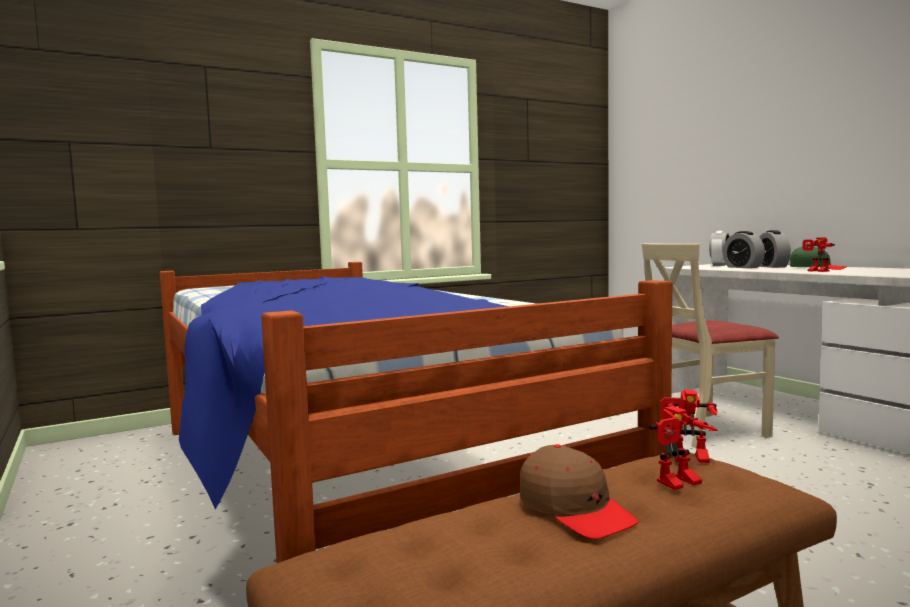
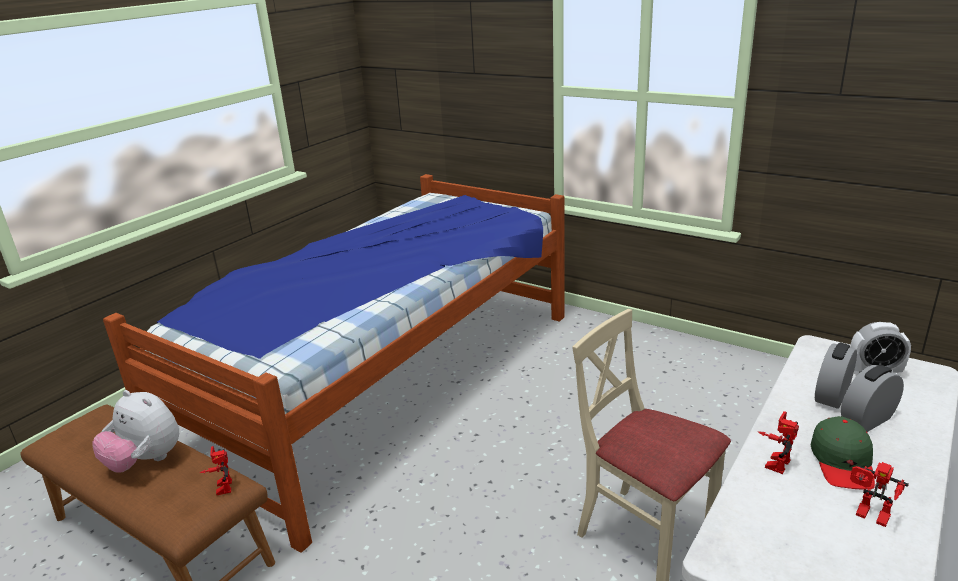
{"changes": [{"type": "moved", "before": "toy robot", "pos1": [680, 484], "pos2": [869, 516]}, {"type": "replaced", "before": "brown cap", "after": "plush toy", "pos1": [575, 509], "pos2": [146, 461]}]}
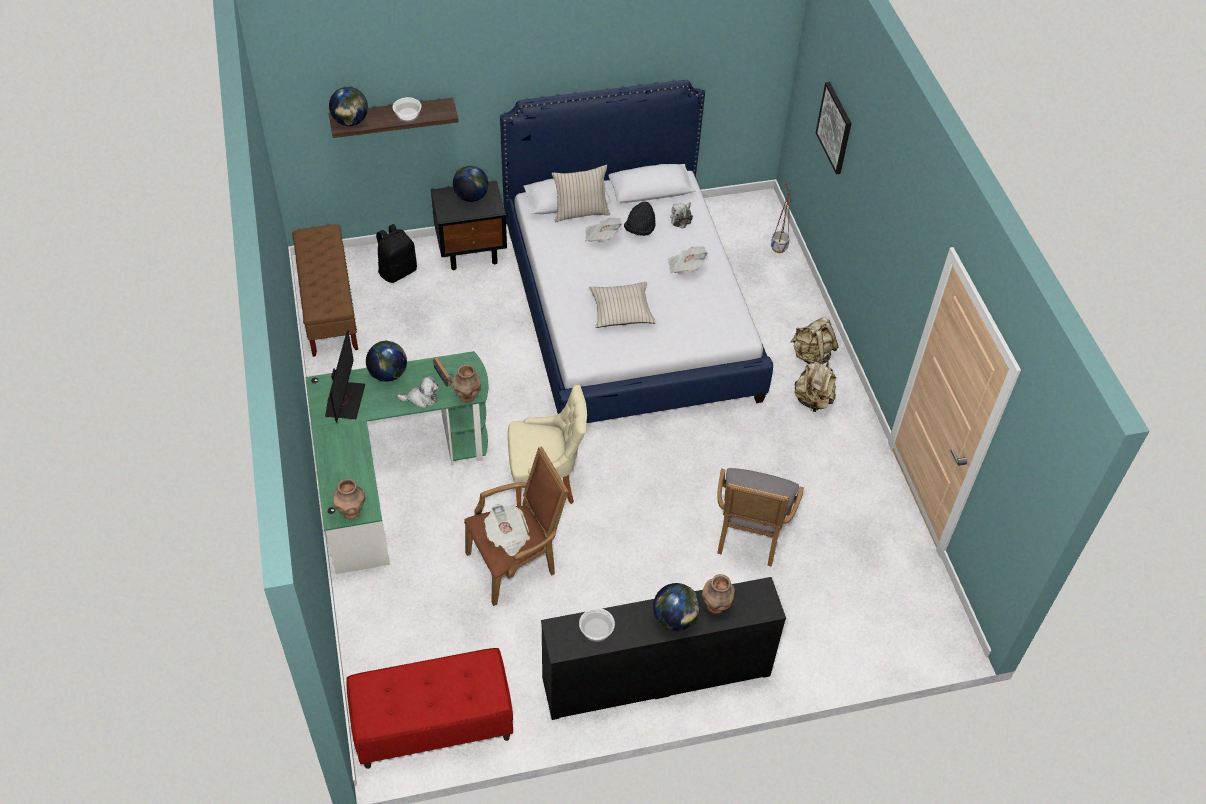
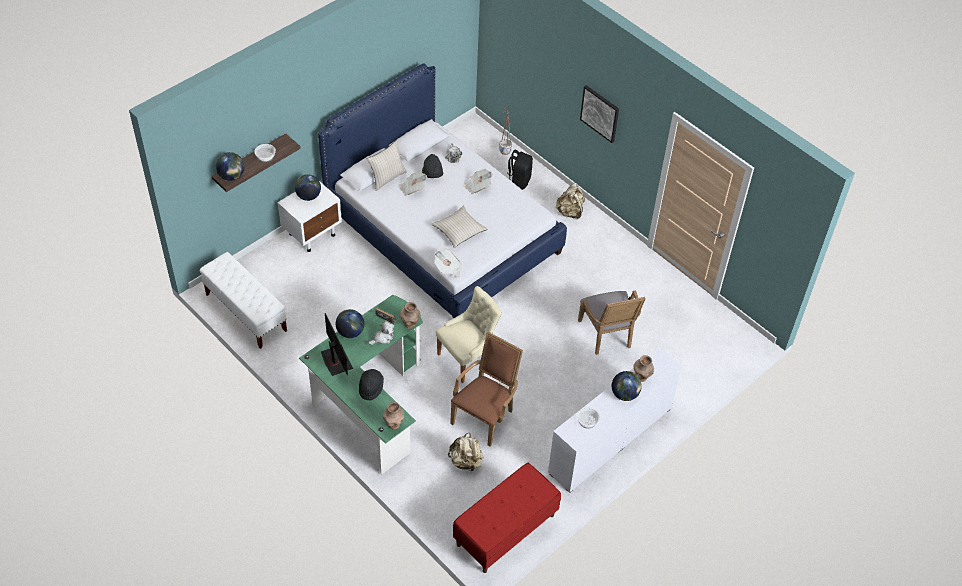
{"changes": [{"type": "added", "after": "black hat", "pos2": [371, 388]}, {"type": "moved", "before": "black backpack", "pos1": [397, 271], "pos2": [518, 181]}, {"type": "moved", "before": "newspaper", "pos1": [507, 536], "pos2": [448, 268]}, {"type": "moved", "before": "beige backpack", "pos1": [813, 400], "pos2": [466, 461]}, {"type": "moved", "before": "picture", "pos1": [835, 128], "pos2": [600, 113]}, {"type": "recoloured", "before": "brown bench", "after": "white bench", "pos1": [329, 308], "pos2": [246, 312]}, {"type": "recoloured", "before": "black nightstand", "after": "white nightstand", "pos1": [472, 251], "pos2": [312, 234]}, {"type": "recoloured", "before": "black dresser", "after": "white dresser", "pos1": [656, 676], "pos2": [609, 440]}]}
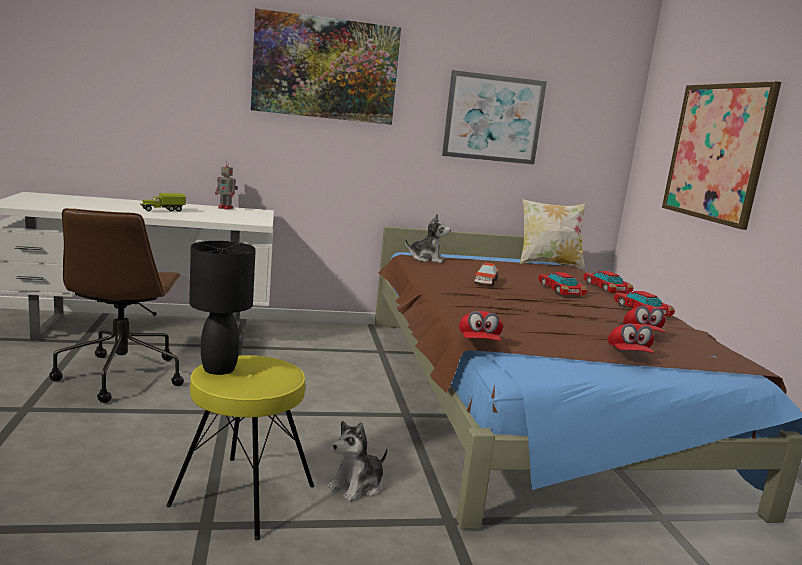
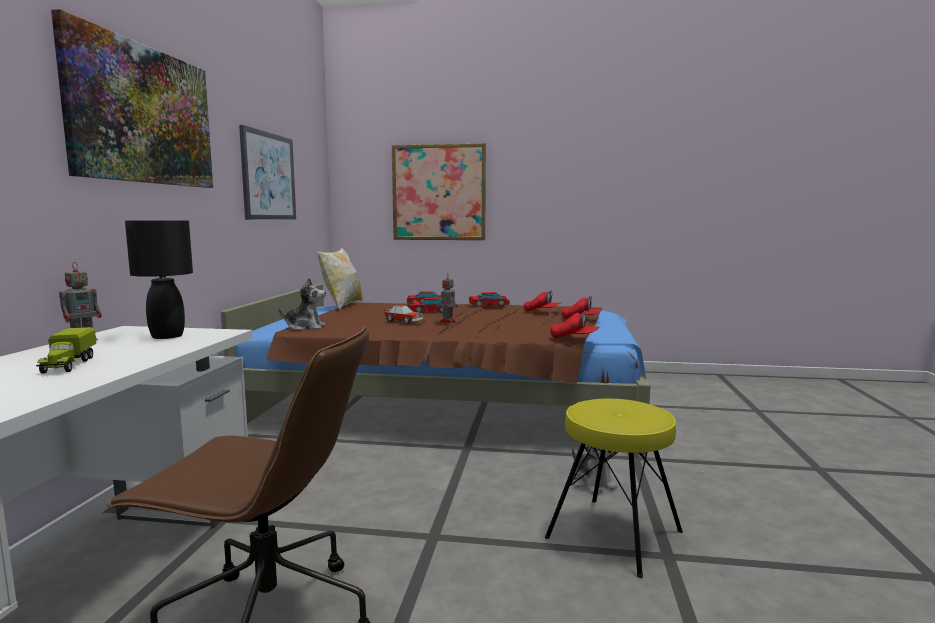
{"changes": [{"type": "added", "after": "toy robot", "pos2": [448, 321]}, {"type": "moved", "before": "black table lamp", "pos1": [219, 369], "pos2": [166, 336]}, {"type": "turned", "before": "plush toy", "pos1": [426, 259], "pos2": [305, 327], "turn": 60}]}
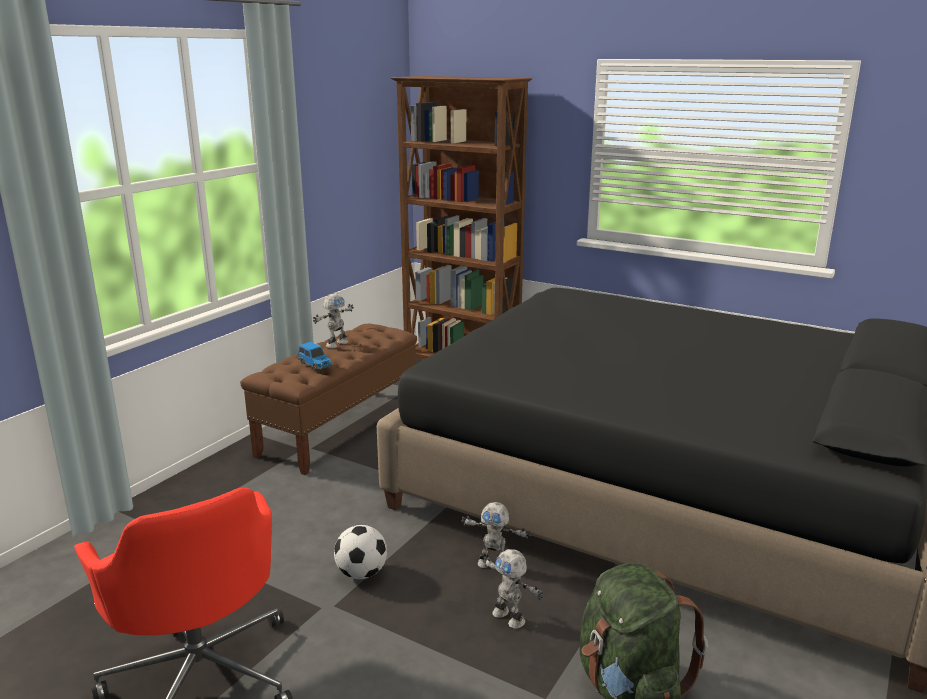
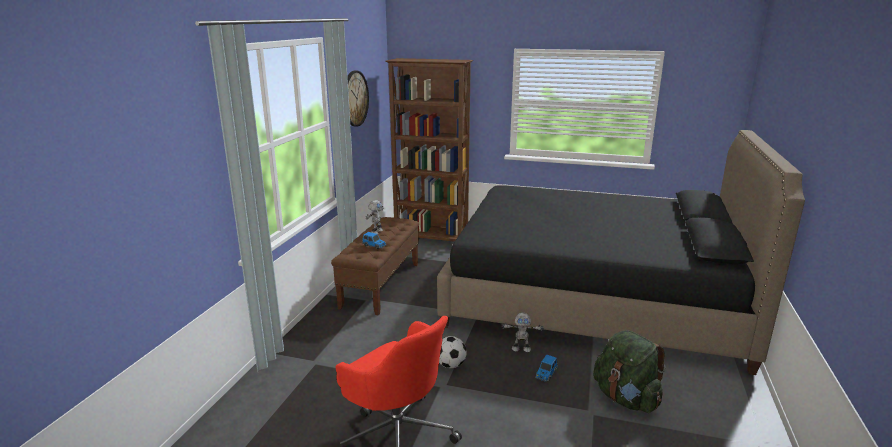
{"changes": [{"type": "added", "after": "wall clock", "pos2": [355, 98]}, {"type": "replaced", "before": "toy robot", "after": "toy car", "pos1": [509, 617], "pos2": [546, 374]}]}
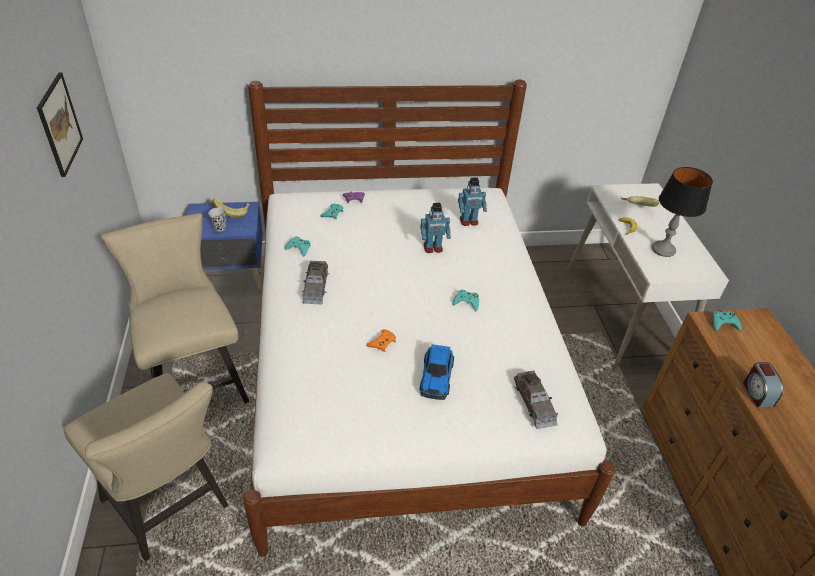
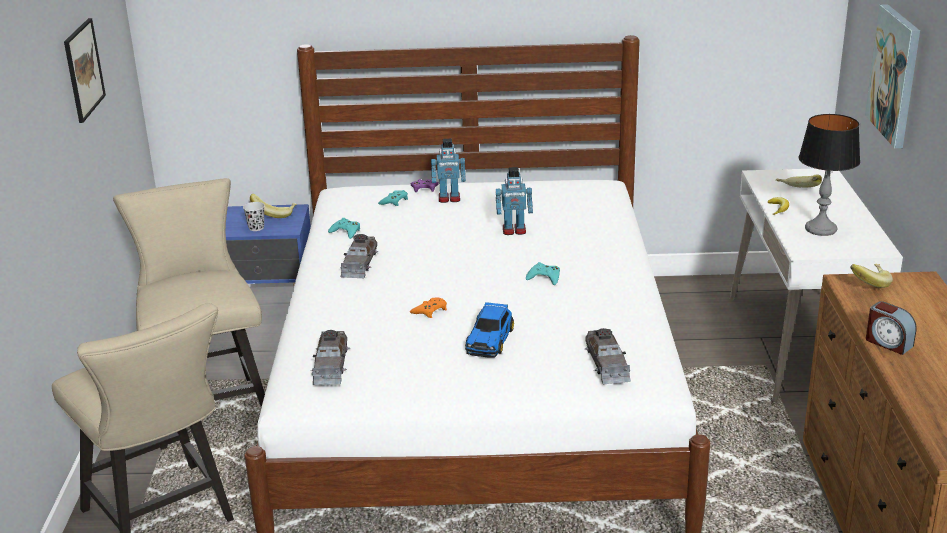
{"changes": [{"type": "added", "after": "grey toy car", "pos2": [330, 365]}, {"type": "added", "after": "picture", "pos2": [895, 75]}, {"type": "moved", "before": "toy robot", "pos1": [469, 221], "pos2": [449, 199]}, {"type": "replaced", "before": "turquoise game controller", "after": "banana", "pos1": [723, 323], "pos2": [867, 284]}, {"type": "turned", "before": "alarm clock", "pos1": [757, 393], "pos2": [888, 343], "turn": -45}]}
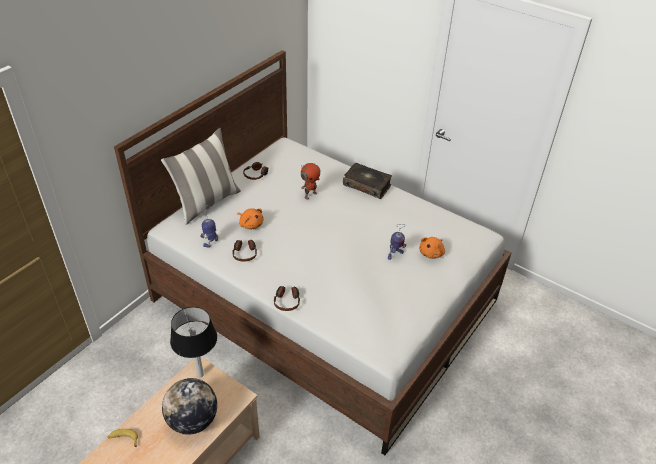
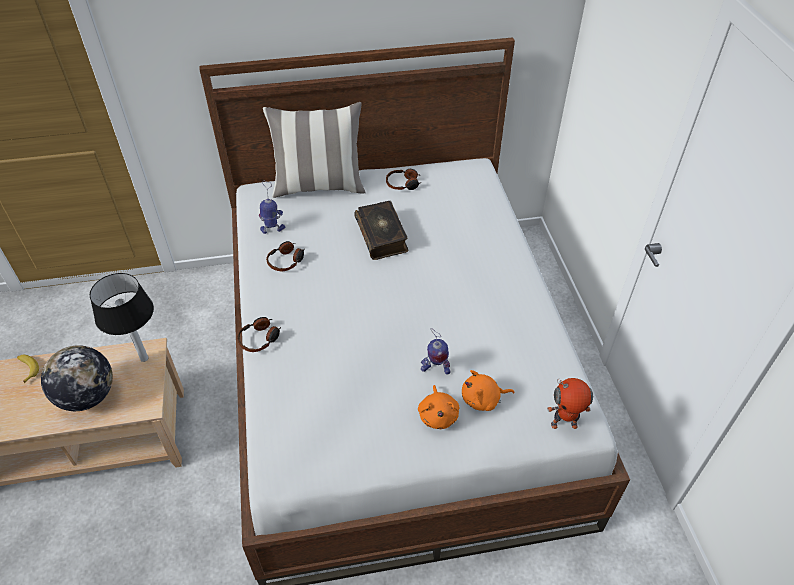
{"changes": [{"type": "moved", "before": "orange plush toy", "pos1": [251, 224], "pos2": [438, 415]}, {"type": "moved", "before": "toy robot", "pos1": [310, 195], "pos2": [564, 423]}, {"type": "moved", "before": "book", "pos1": [367, 185], "pos2": [382, 236]}]}
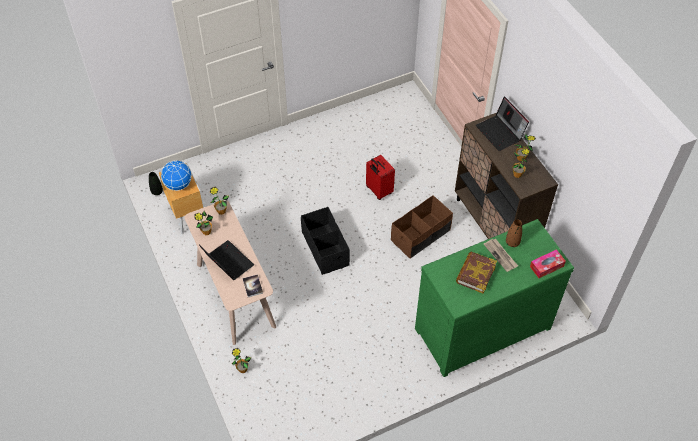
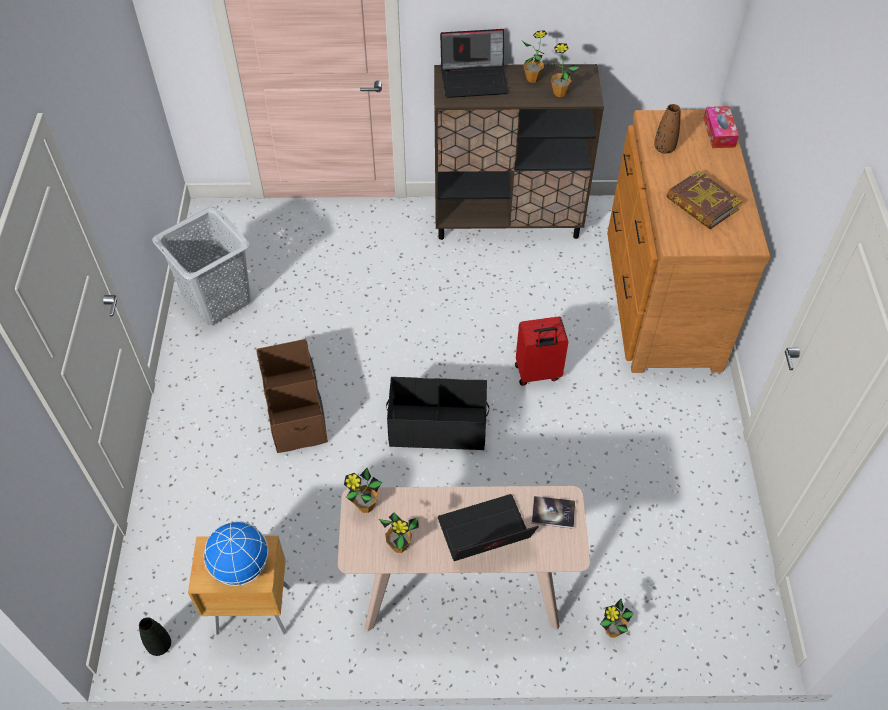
{"changes": [{"type": "removed", "before": "newspaper", "pos1": [501, 255]}, {"type": "added", "after": "grey laundry basket", "pos2": [216, 299]}, {"type": "moved", "before": "red suitcase", "pos1": [378, 191], "pos2": [537, 373]}, {"type": "moved", "before": "brown storage box", "pos1": [420, 235], "pos2": [295, 409]}, {"type": "recoloured", "before": "green dresser", "after": "brown dresser", "pos1": [480, 326], "pos2": [660, 300]}]}
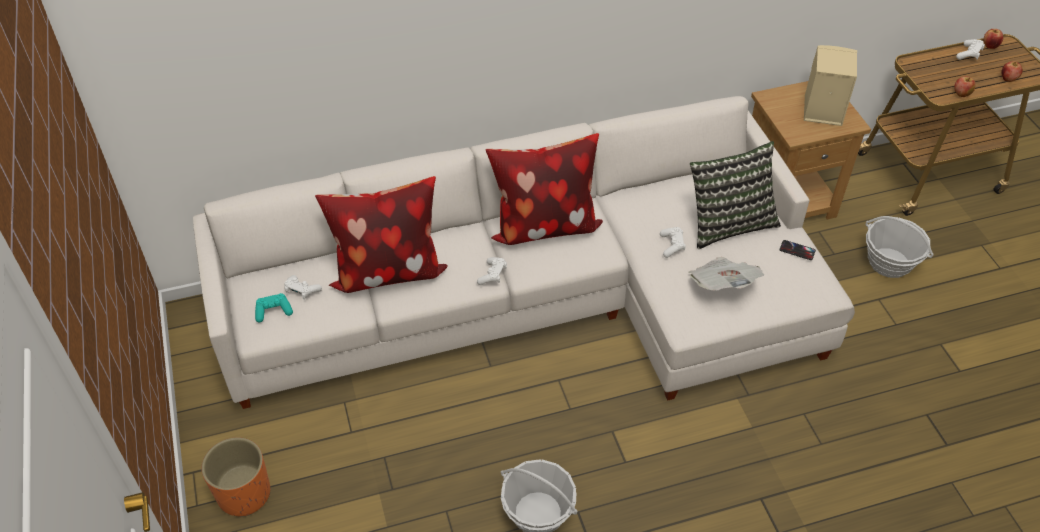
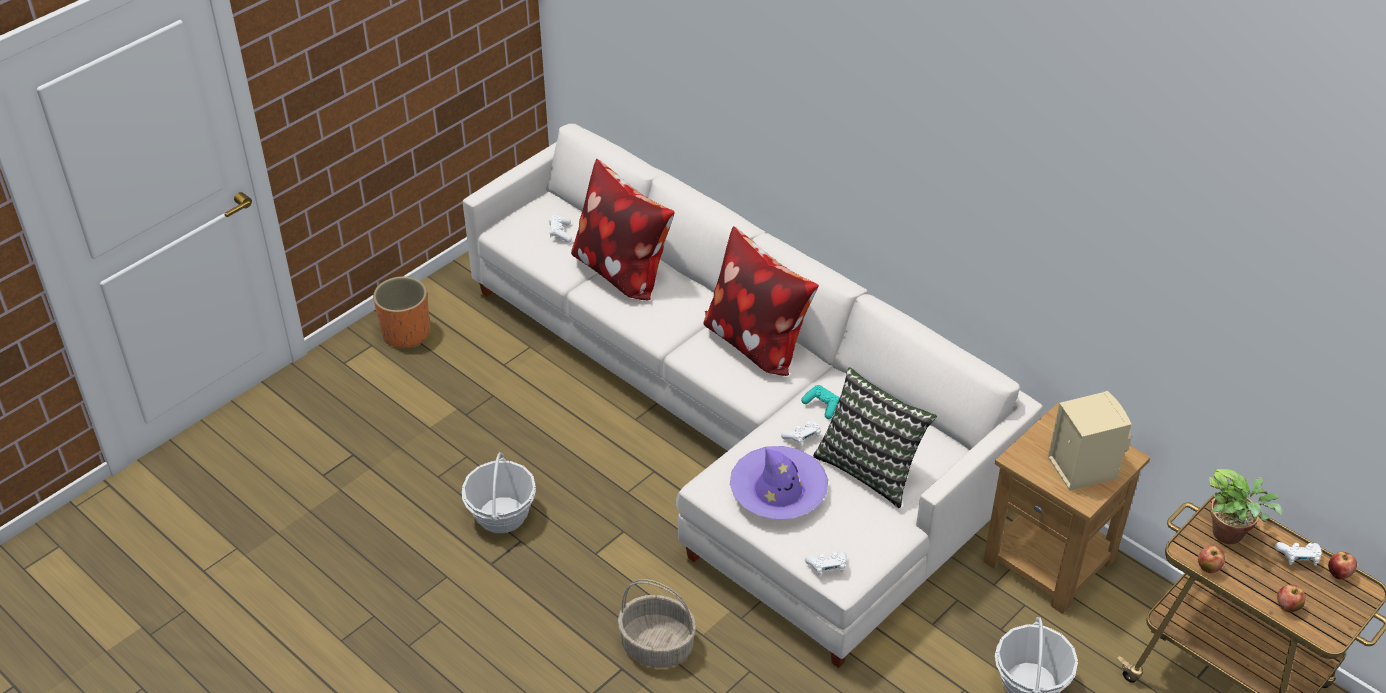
{"changes": [{"type": "removed", "before": "phone", "pos1": [797, 250]}, {"type": "added", "after": "basket", "pos2": [658, 646]}, {"type": "added", "after": "potted plant", "pos2": [1231, 535]}, {"type": "moved", "before": "turquoise game controller", "pos1": [273, 311], "pos2": [822, 406]}, {"type": "moved", "before": "white game controller", "pos1": [492, 275], "pos2": [827, 567]}, {"type": "replaced", "before": "newspaper", "after": "purple hat", "pos1": [722, 285], "pos2": [778, 491]}]}
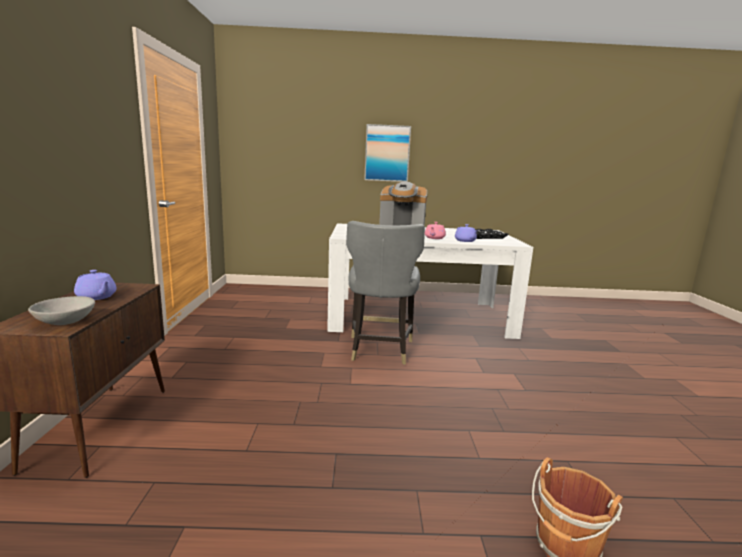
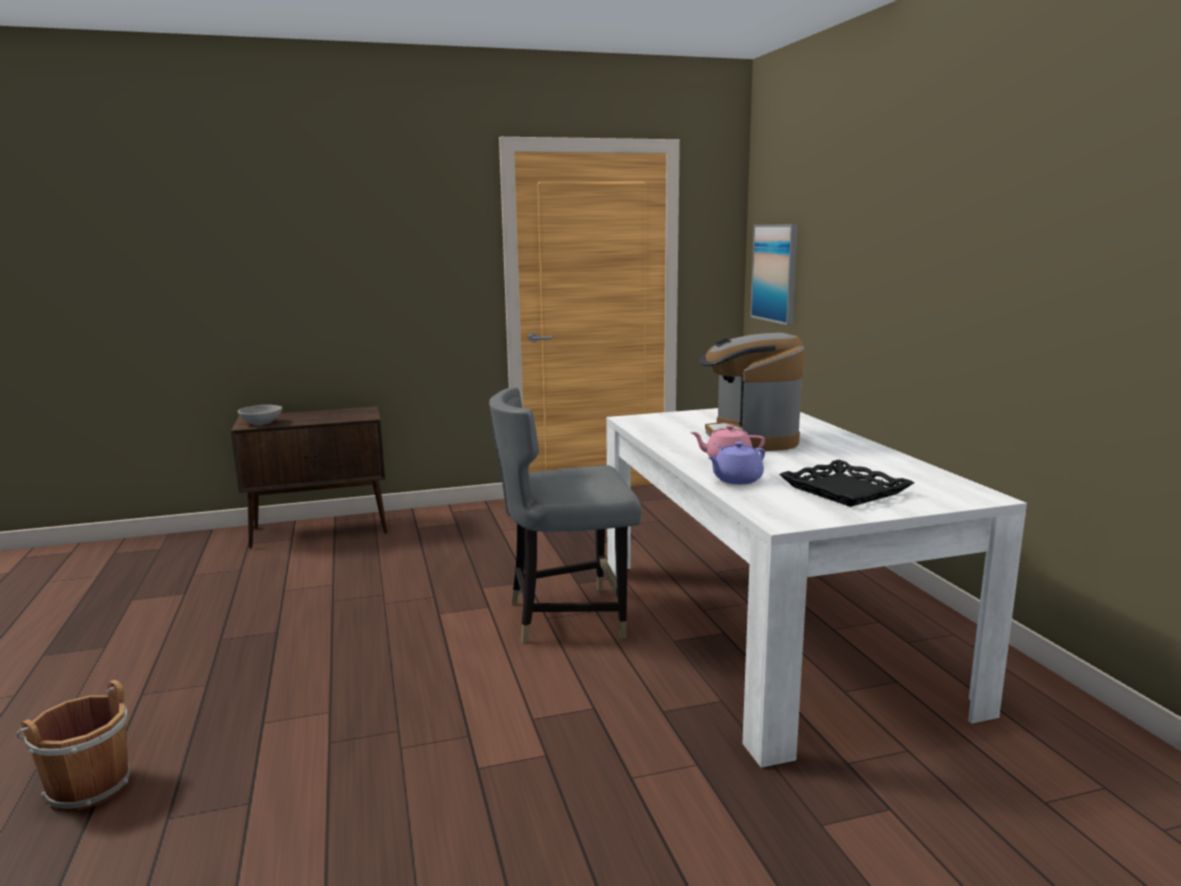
{"changes": [{"type": "removed", "before": "purple teapot", "pos1": [97, 297]}, {"type": "moved", "before": "picture", "pos1": [387, 153], "pos2": [775, 273]}]}
